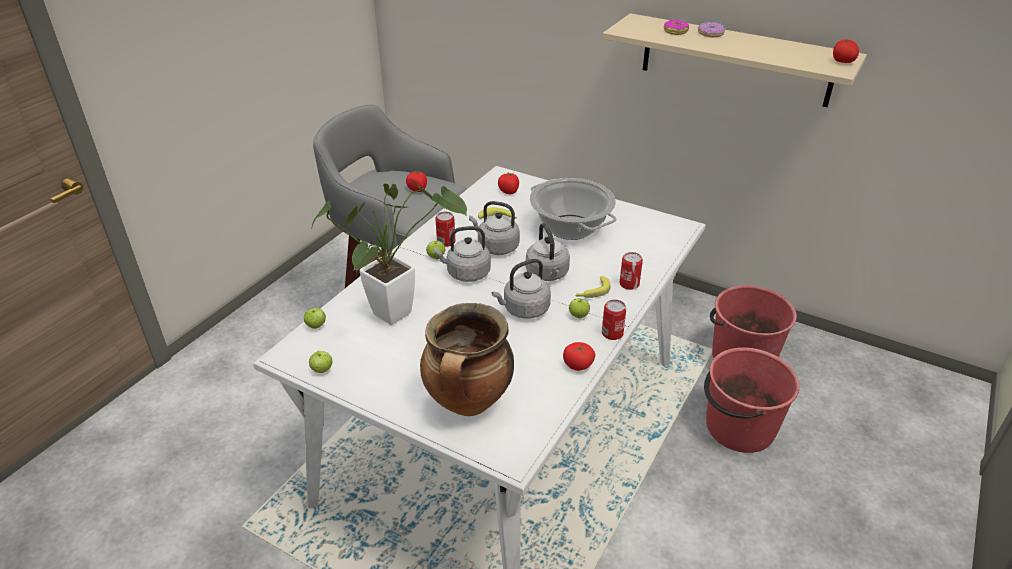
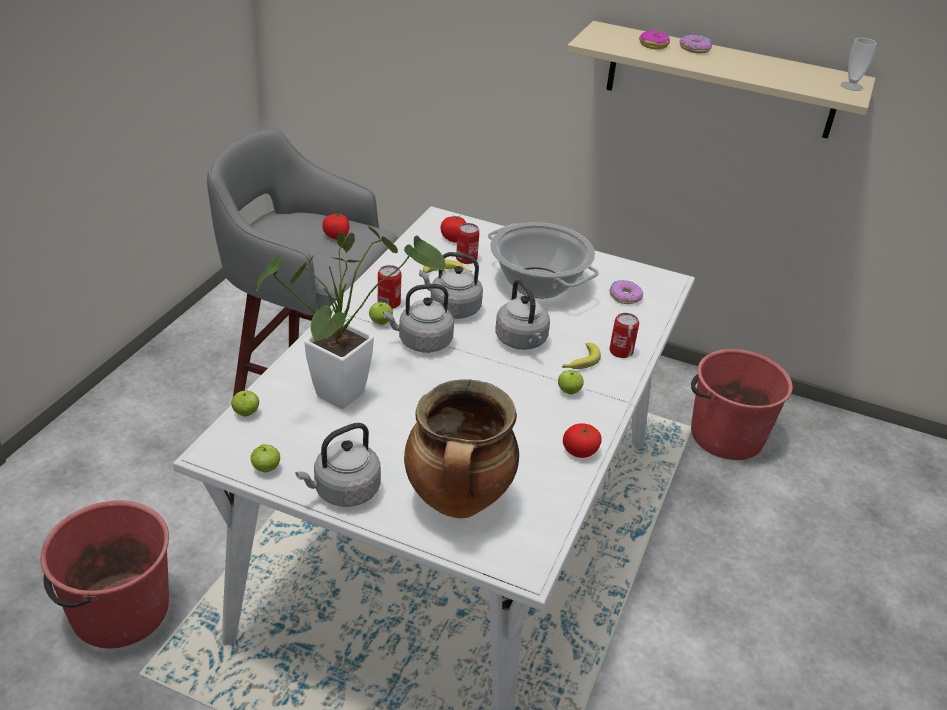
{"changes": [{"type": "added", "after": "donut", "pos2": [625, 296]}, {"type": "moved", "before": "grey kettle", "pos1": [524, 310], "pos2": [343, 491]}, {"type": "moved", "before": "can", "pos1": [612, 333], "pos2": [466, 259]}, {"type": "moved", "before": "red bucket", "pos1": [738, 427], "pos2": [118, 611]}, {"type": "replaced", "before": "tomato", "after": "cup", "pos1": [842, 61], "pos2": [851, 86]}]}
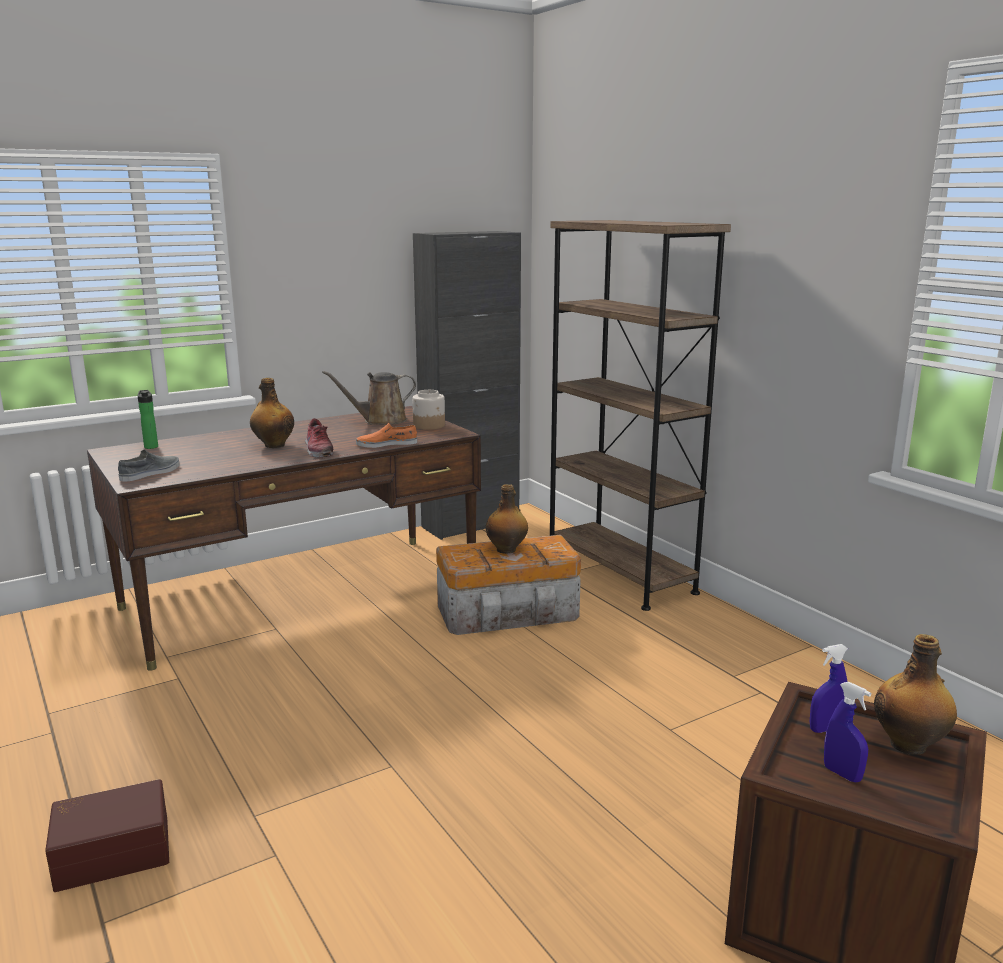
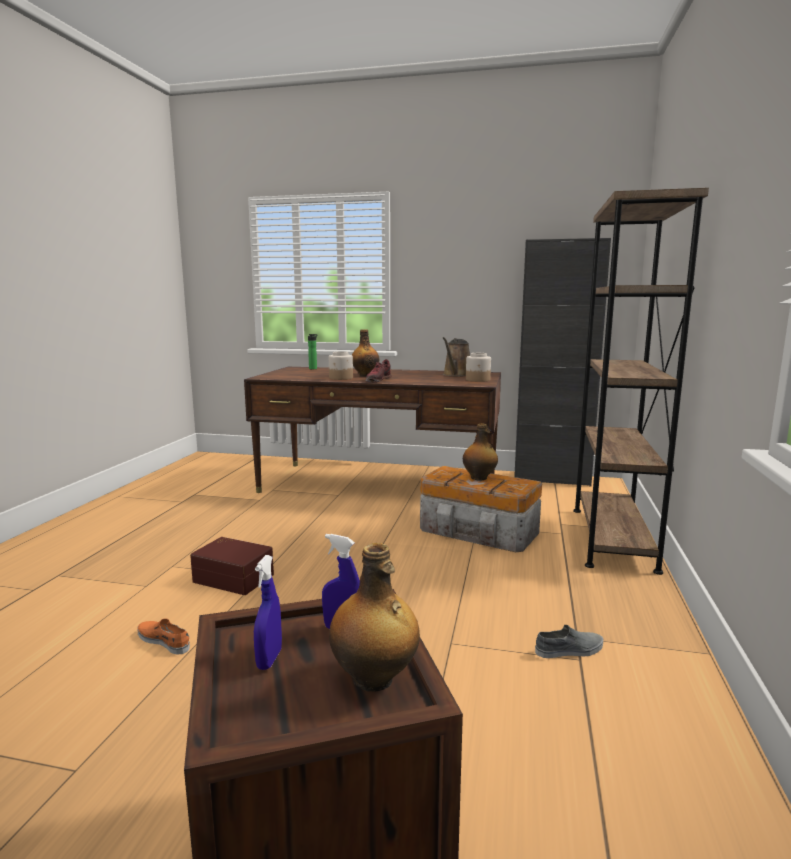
{"changes": [{"type": "added", "after": "jar", "pos2": [341, 378]}, {"type": "moved", "before": "brown storage box", "pos1": [113, 851], "pos2": [234, 577]}, {"type": "moved", "before": "grey shoe", "pos1": [151, 473], "pos2": [570, 650]}, {"type": "moved", "before": "orange shoe", "pos1": [387, 444], "pos2": [164, 641]}, {"type": "turned", "before": "brown watering can", "pos1": [380, 421], "pos2": [457, 375], "turn": -90}]}
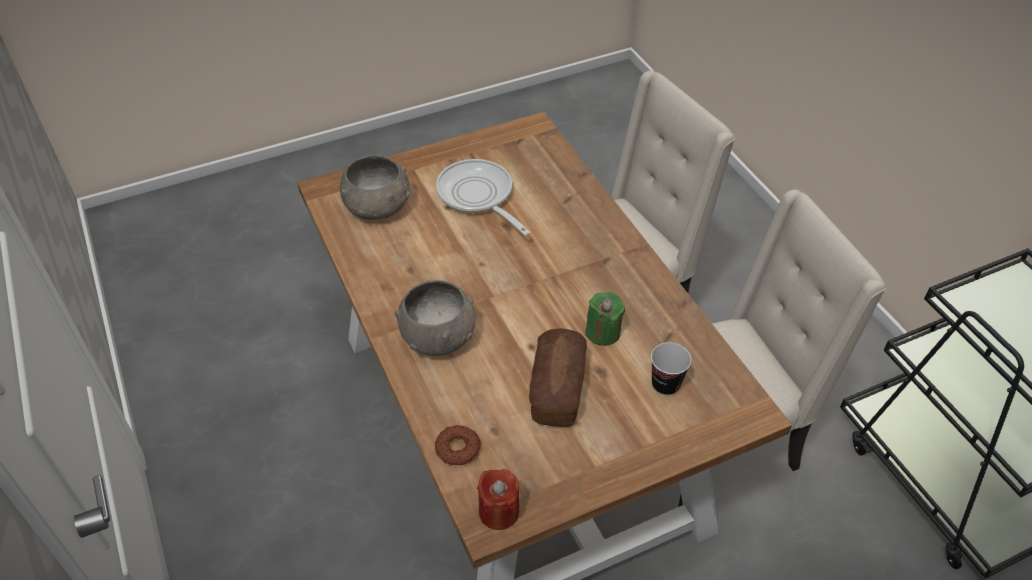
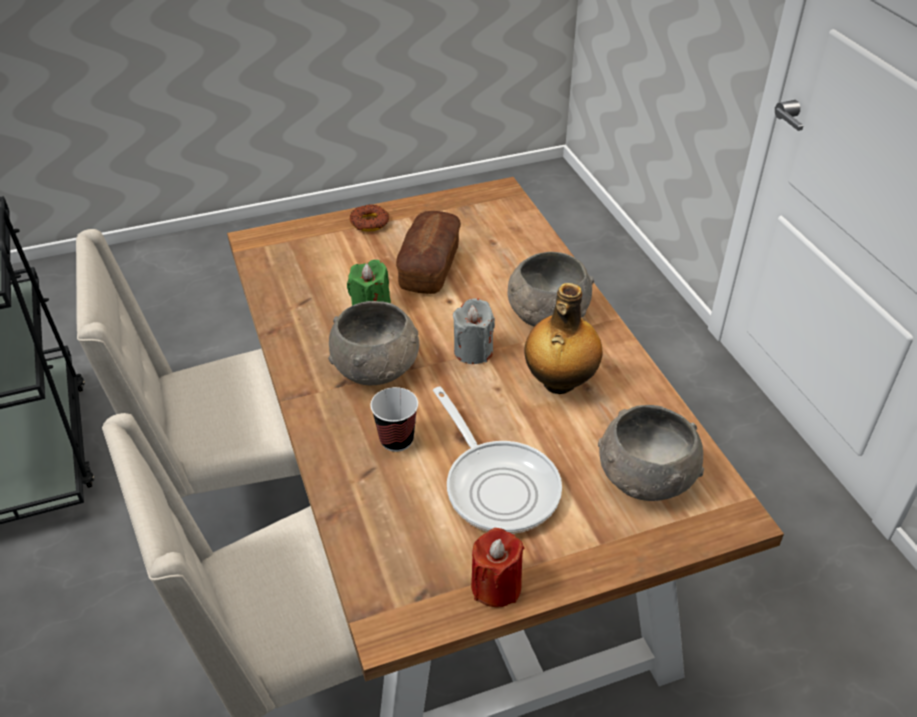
{"changes": [{"type": "added", "after": "grey bowl", "pos2": [377, 368]}, {"type": "added", "after": "grey candle", "pos2": [473, 351]}, {"type": "added", "after": "bottle", "pos2": [559, 383]}, {"type": "moved", "before": "donut", "pos1": [457, 448], "pos2": [369, 222]}, {"type": "moved", "before": "red candle", "pos1": [499, 511], "pos2": [496, 586]}, {"type": "moved", "before": "cup", "pos1": [665, 384], "pos2": [396, 440]}]}
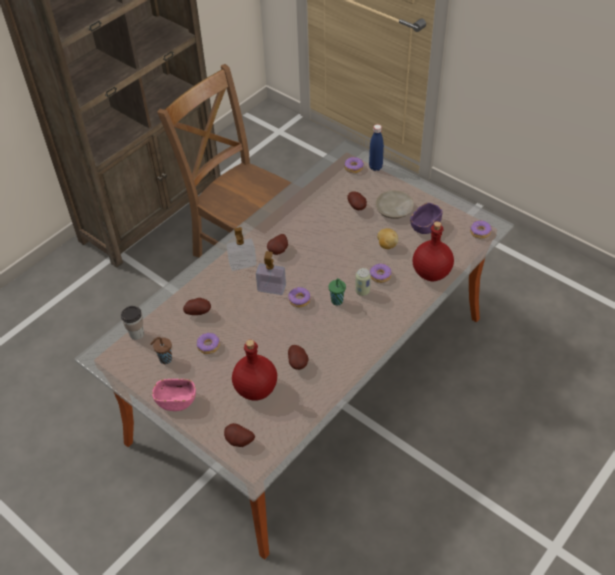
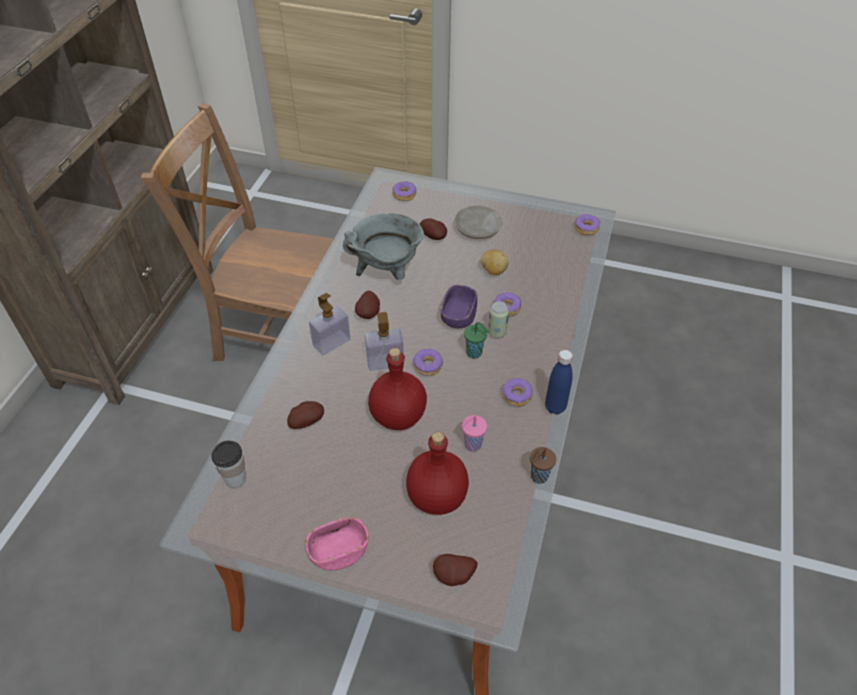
{"changes": [{"type": "added", "after": "grey cooking pot", "pos2": [387, 271]}, {"type": "moved", "before": "brown cup", "pos1": [165, 359], "pos2": [538, 477]}, {"type": "moved", "before": "donut", "pos1": [208, 346], "pos2": [517, 396]}, {"type": "moved", "before": "blue bottle", "pos1": [375, 167], "pos2": [555, 407]}, {"type": "moved", "before": "purple bowl", "pos1": [425, 226], "pos2": [458, 316]}, {"type": "moved", "before": "red bottle", "pos1": [431, 272], "pos2": [397, 415]}, {"type": "replaced", "before": "potato", "after": "pink cup", "pos1": [298, 363], "pos2": [471, 445]}]}
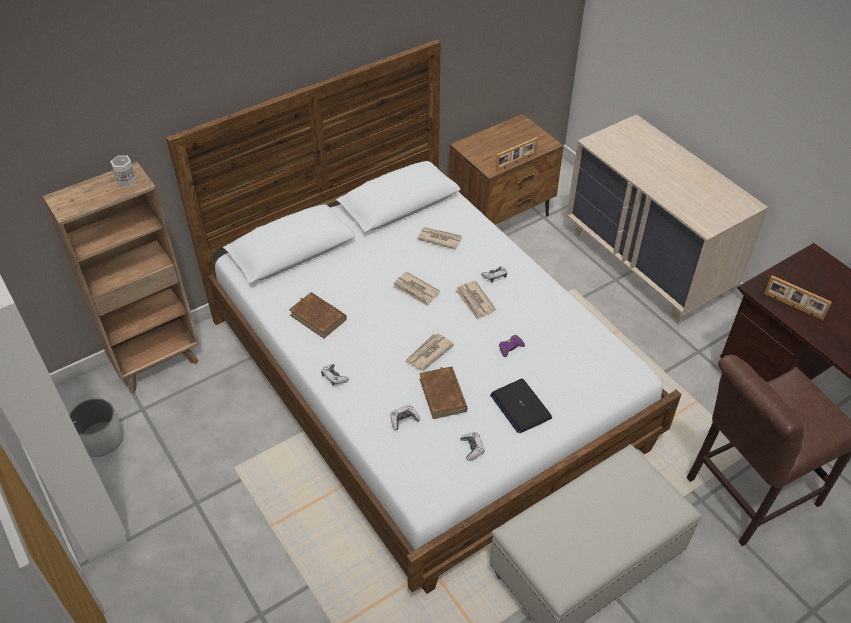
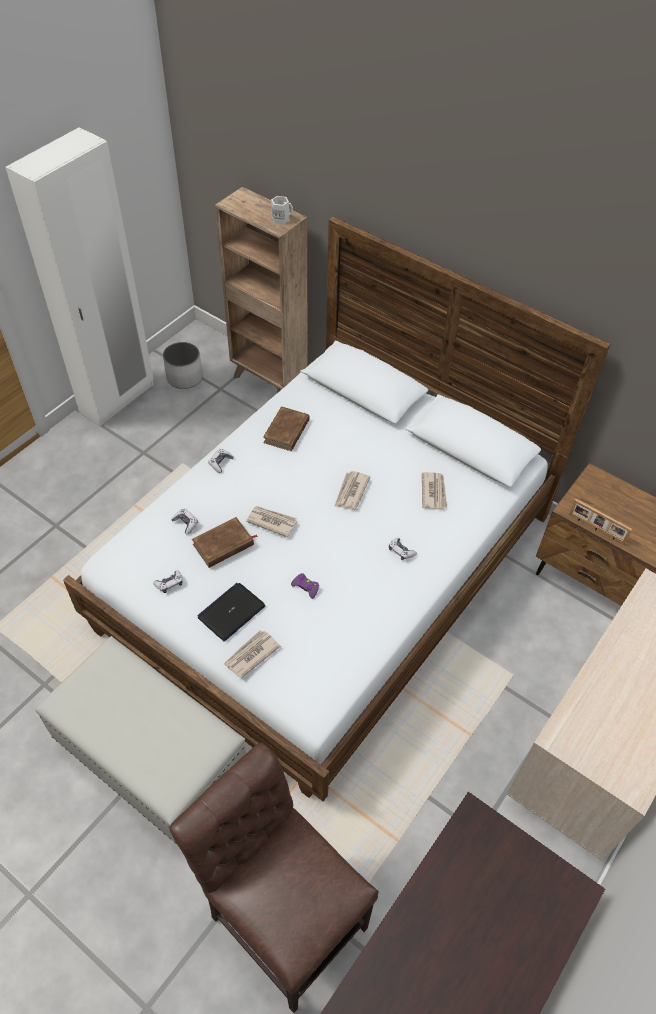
{"changes": [{"type": "removed", "before": "picture frame", "pos1": [793, 306]}, {"type": "moved", "before": "newspaper", "pos1": [475, 301], "pos2": [251, 655]}]}
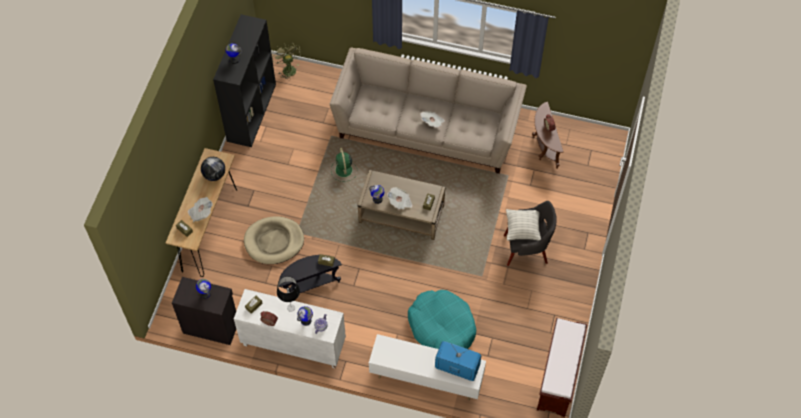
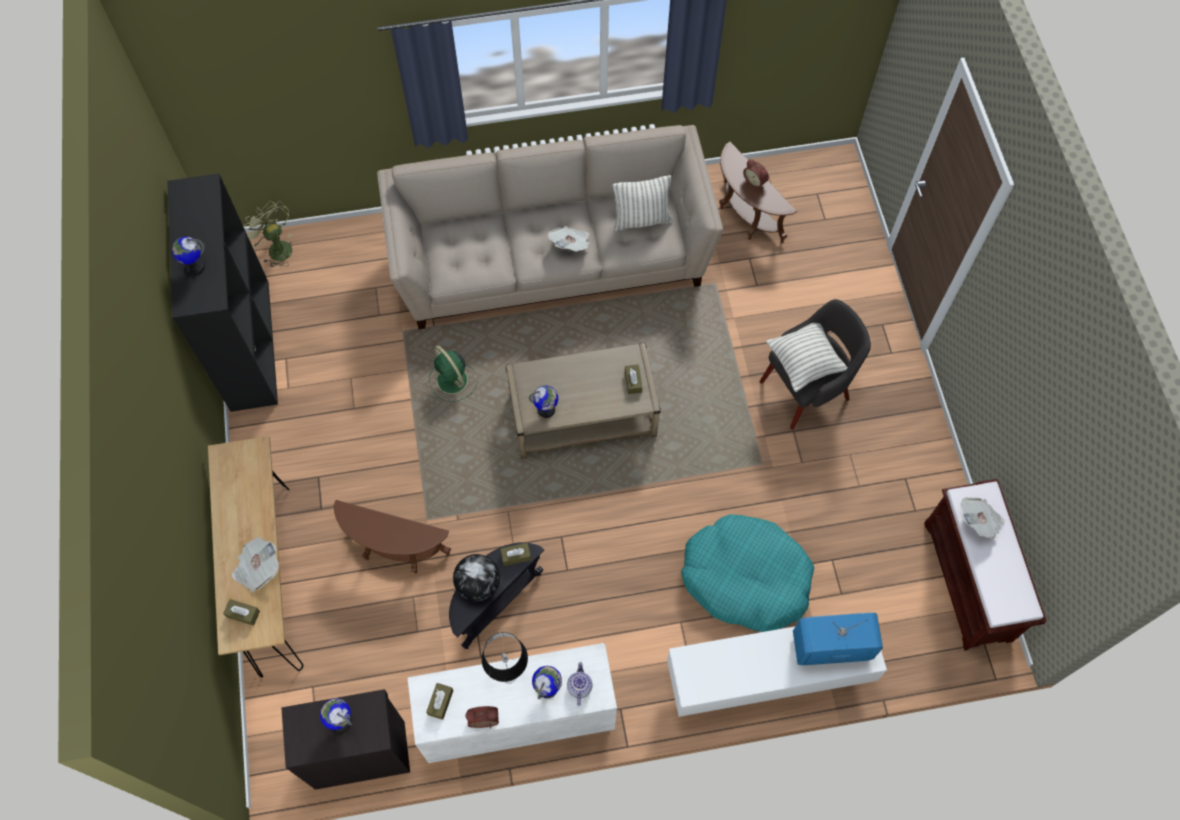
{"changes": [{"type": "added", "after": "pillow", "pos2": [641, 220]}, {"type": "moved", "before": "globe", "pos1": [214, 175], "pos2": [478, 584]}, {"type": "moved", "before": "newspaper", "pos1": [400, 202], "pos2": [979, 521]}, {"type": "replaced", "before": "beige dog bed", "after": "brown side table", "pos1": [274, 241], "pos2": [396, 552]}]}
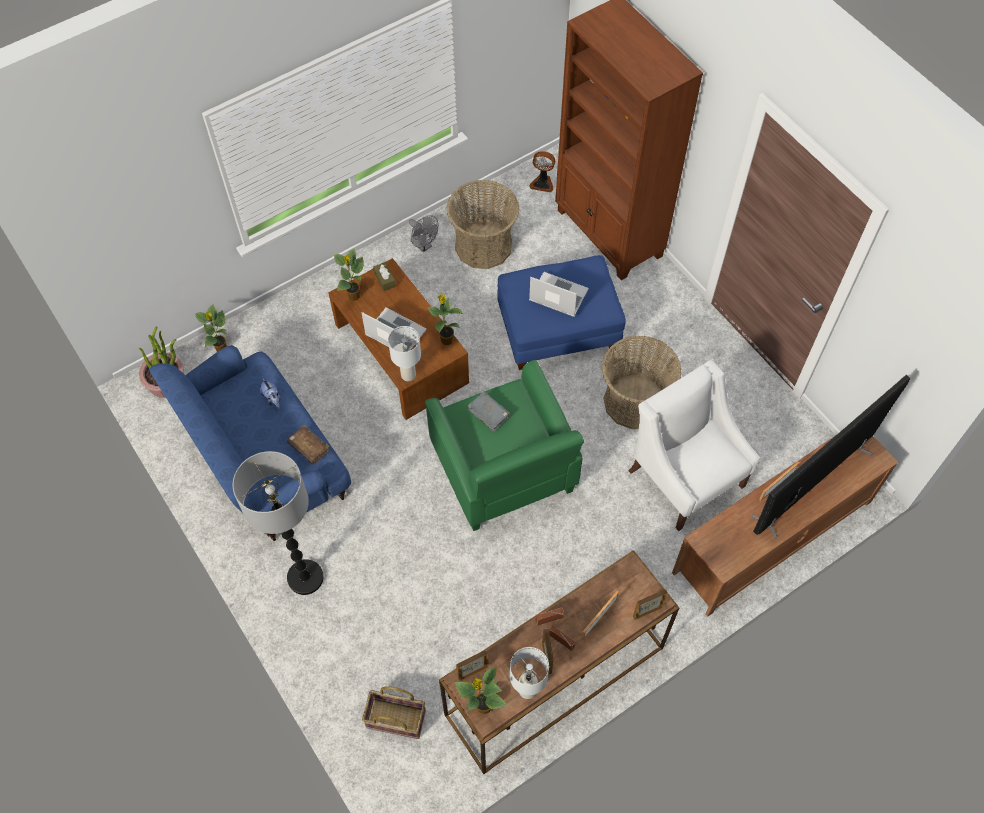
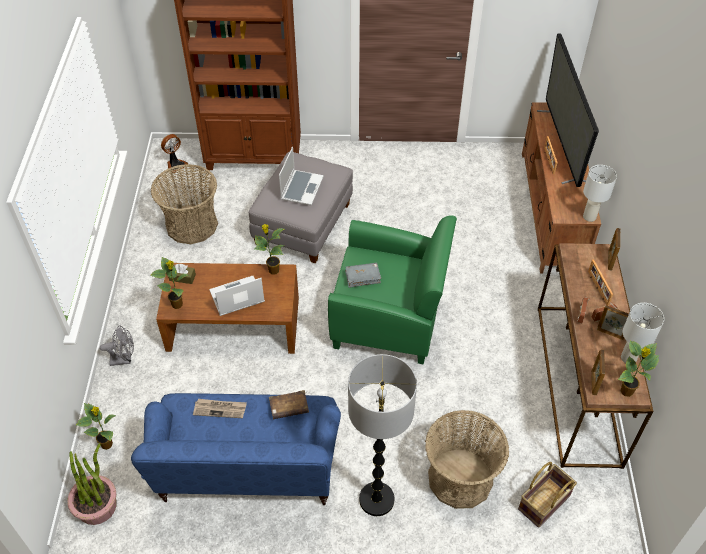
{"changes": [{"type": "removed", "before": "white armchair", "pos1": [686, 477]}, {"type": "moved", "before": "white table lamp", "pos1": [408, 375], "pos2": [590, 216]}, {"type": "moved", "before": "grey fan", "pos1": [423, 246], "pos2": [124, 359]}, {"type": "moved", "before": "basket", "pos1": [634, 401], "pos2": [460, 478]}, {"type": "replaced", "before": "plush toy", "after": "newspaper", "pos1": [273, 399], "pos2": [220, 409]}, {"type": "recoloured", "before": "blue ottoman", "after": "grey ottoman", "pos1": [558, 329], "pos2": [303, 224]}, {"type": "turned", "before": "laptop", "pos1": [557, 296], "pos2": [301, 188], "turn": 135}]}
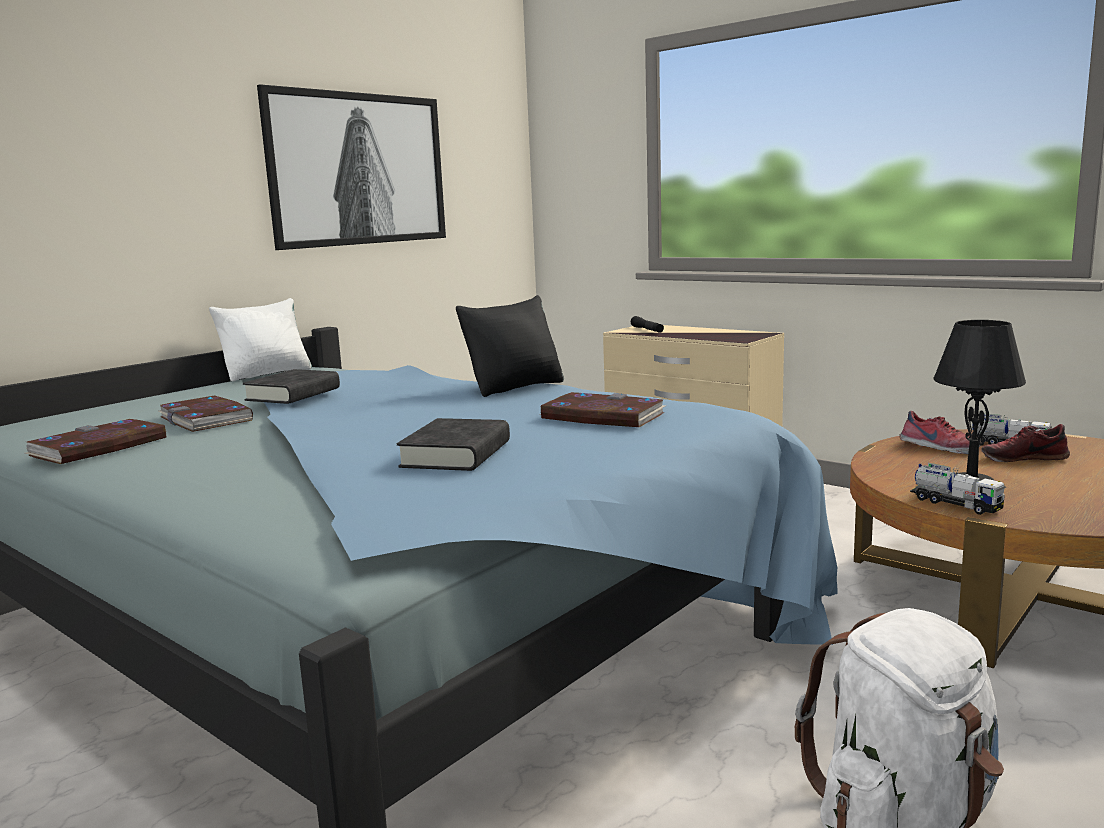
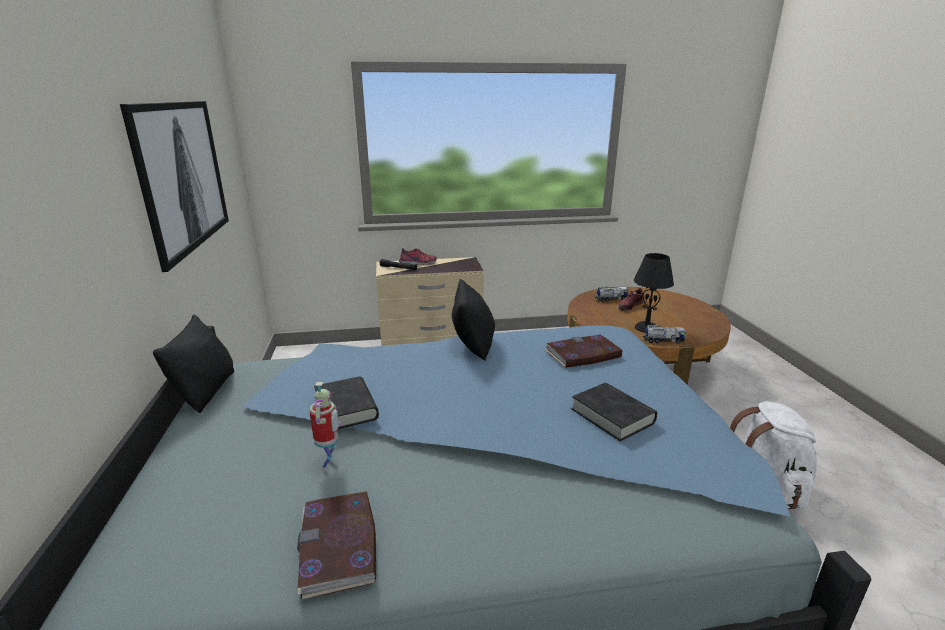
{"changes": [{"type": "moved", "before": "shoe", "pos1": [937, 448], "pos2": [418, 263]}, {"type": "replaced", "before": "book", "after": "toy robot", "pos1": [206, 419], "pos2": [330, 464]}, {"type": "recoloured", "before": "white pillow", "after": "black pillow", "pos1": [267, 374], "pos2": [206, 391]}]}
